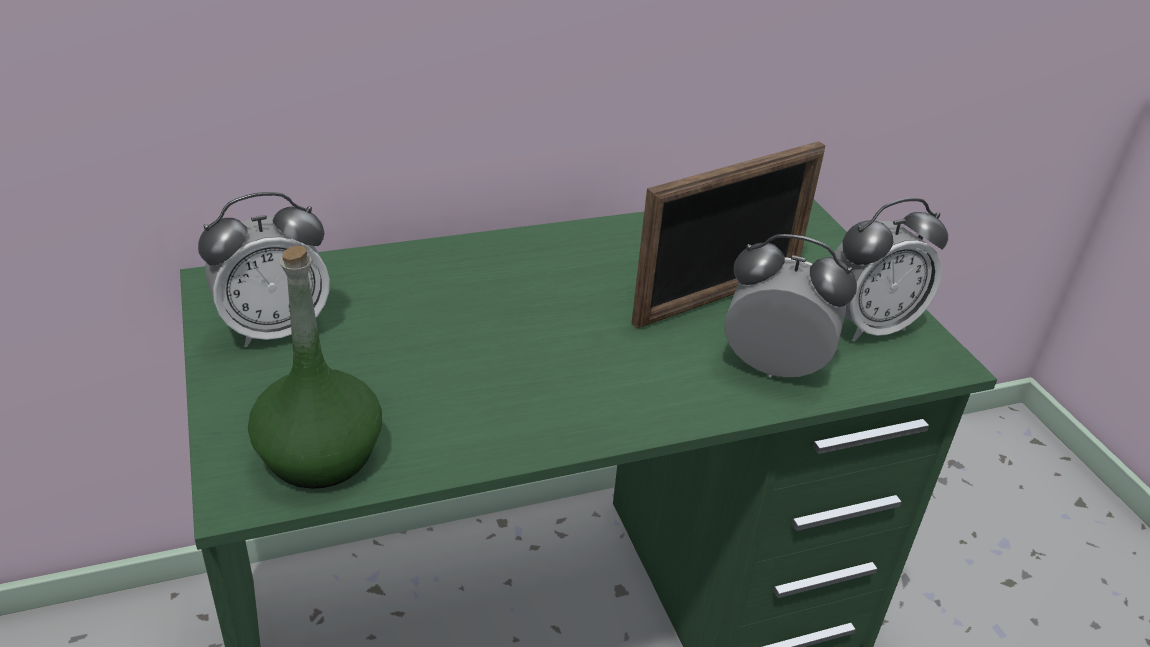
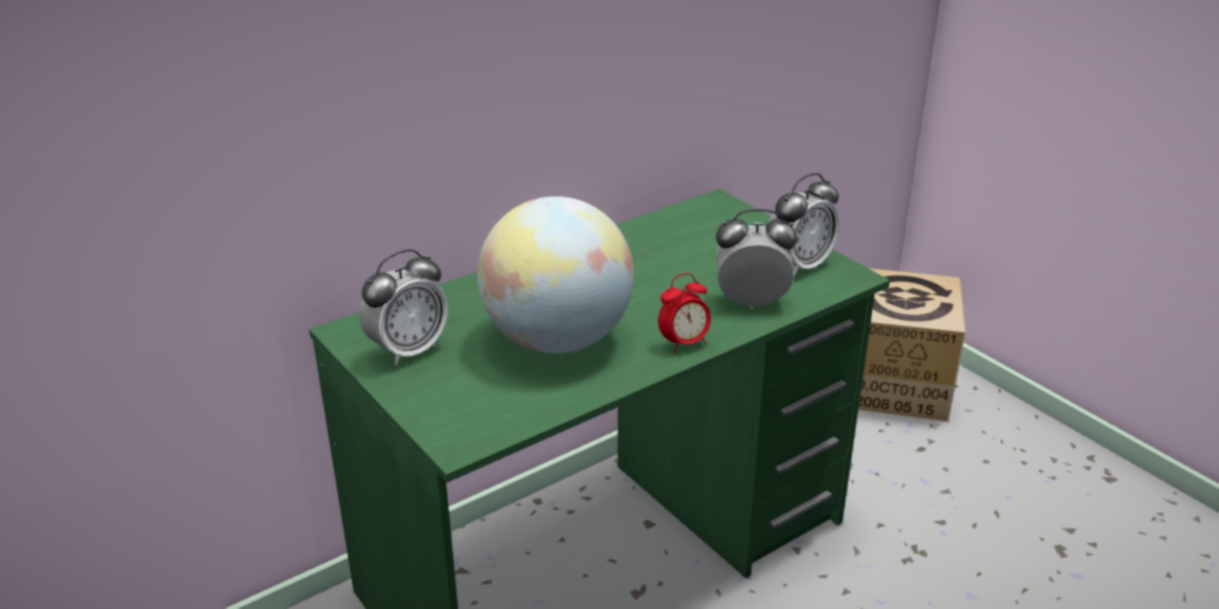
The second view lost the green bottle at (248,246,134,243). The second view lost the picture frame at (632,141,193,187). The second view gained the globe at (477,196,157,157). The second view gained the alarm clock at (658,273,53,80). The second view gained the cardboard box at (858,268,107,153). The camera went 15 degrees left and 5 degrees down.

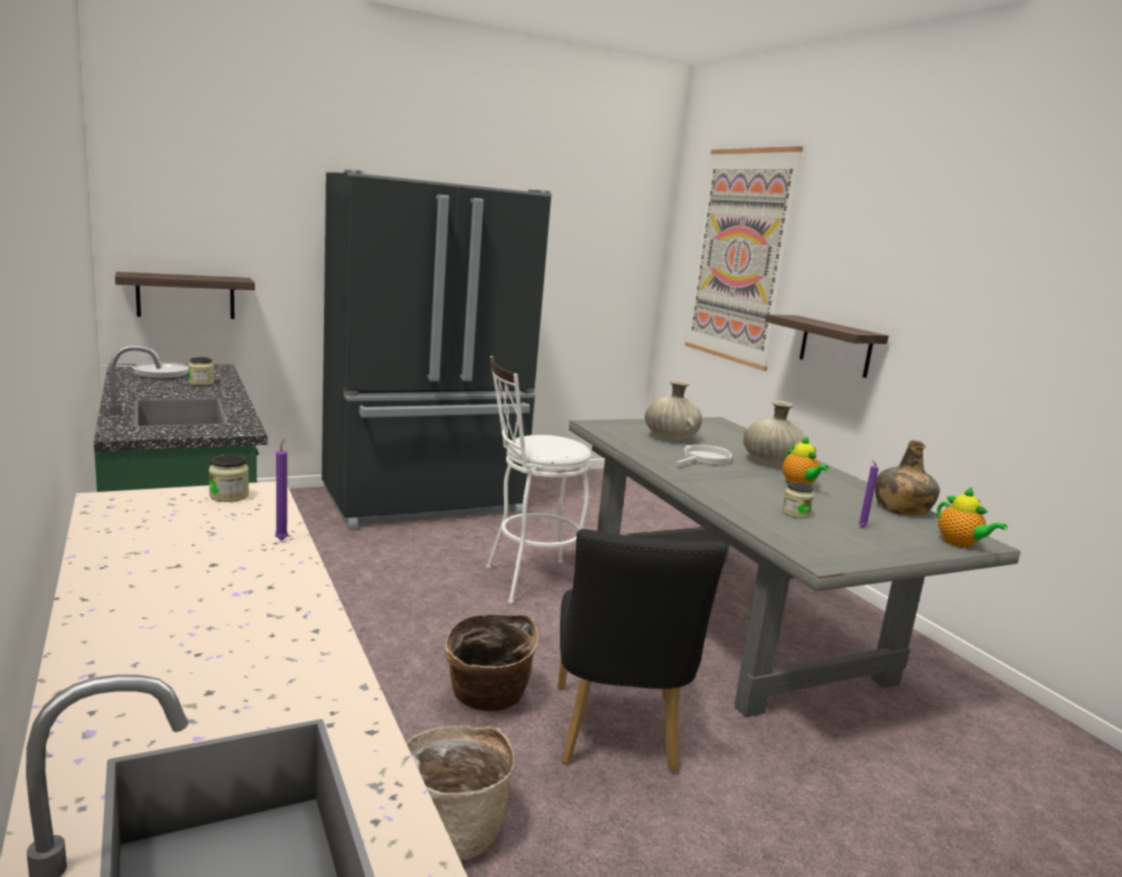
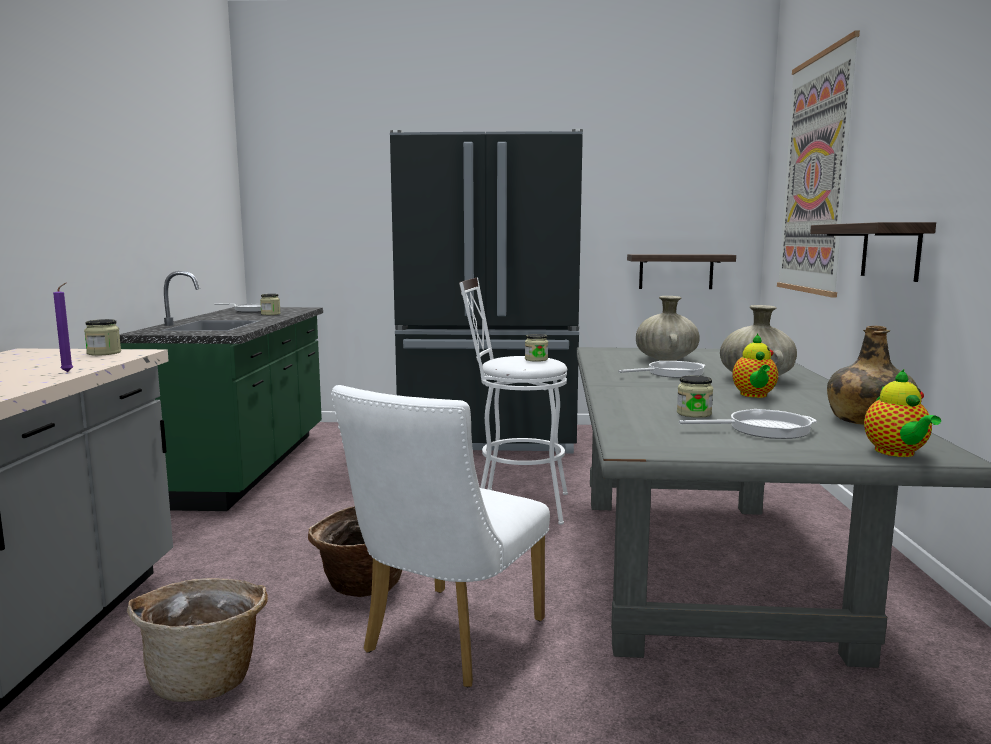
The second view gained the jar at (525,334,23,28). The shelf ended up elsewhere, having gone from (115,272,140,47) to (627,254,109,35). Where the purple candle stood at (859,461,20,67), the frying pan came to stand at (679,409,138,30). What was the black chair at (558,529,169,244) turned into the white chair at (331,385,219,302). The camera went 30 degrees right and 5 degrees down.

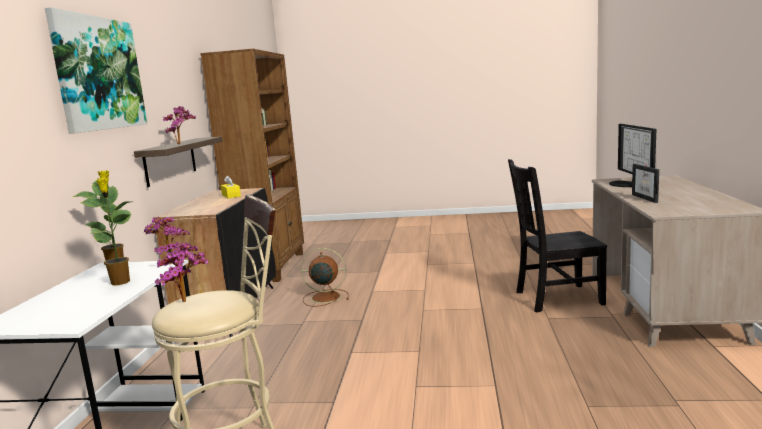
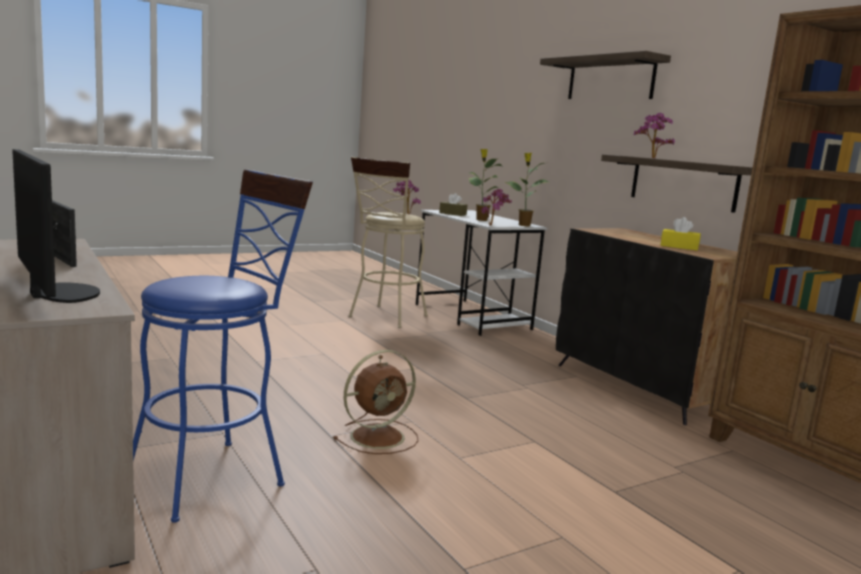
The second view gained the brown tissue box at (439,193,28,23). The brown fan ended up elsewhere, having gone from (301,248,48,59) to (333,350,86,104). Where the picture hung at (45,7,102,127), the shelf came to hang at (540,51,131,48). Where the black chair stood at (508,159,99,153), the blue stool came to stand at (133,169,180,354). The camera went 140 degrees right and 0 degrees up.

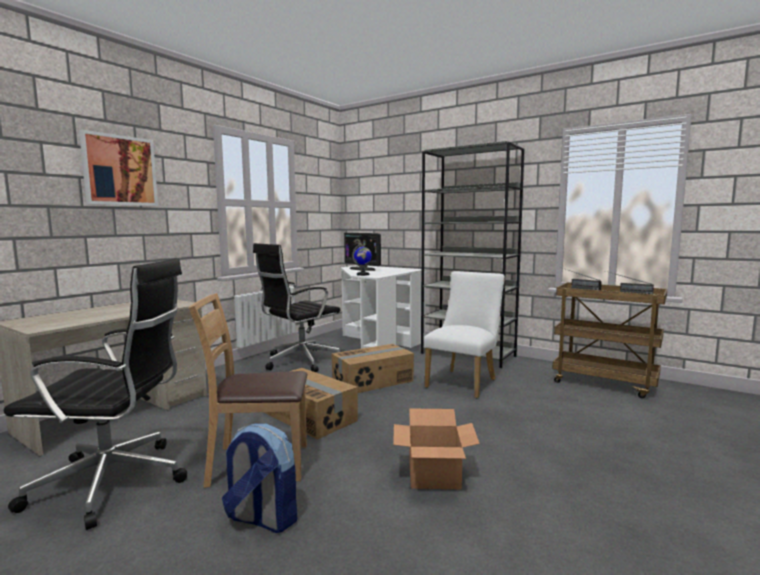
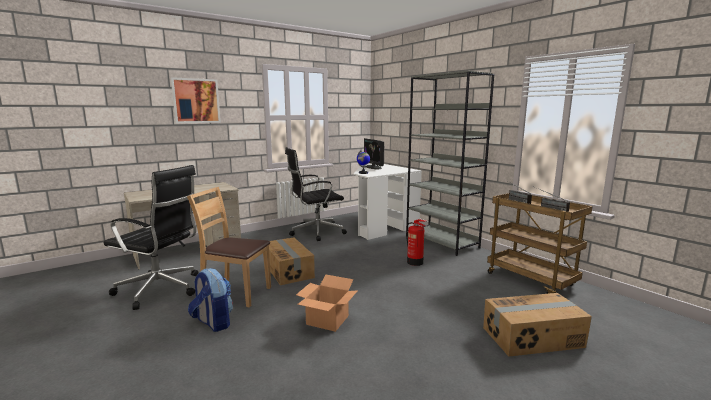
The cardboard box ended up elsewhere, having gone from (331,344,83,49) to (483,293,109,64). Where the white chair stood at (424,271,81,127), the fire extinguisher came to stand at (406,219,19,47). The camera went 20 degrees right and 5 degrees up.

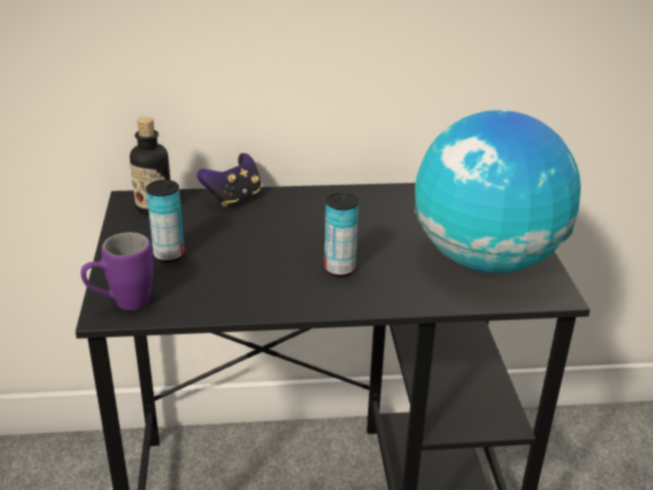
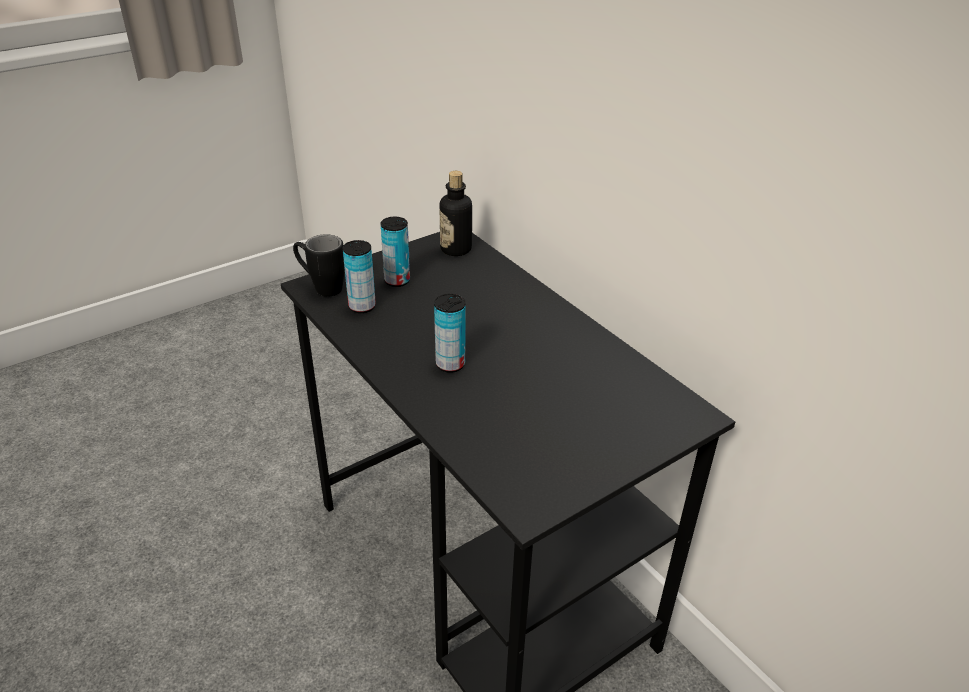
The second view lost the game controller at (197,153,64,54). The second view lost the globe at (415,110,166,163). The second view gained the can at (343,240,33,73). What was the purple mug at (81,232,72,78) turned into the black mug at (293,234,52,63). The camera went 60 degrees right and 5 degrees up.

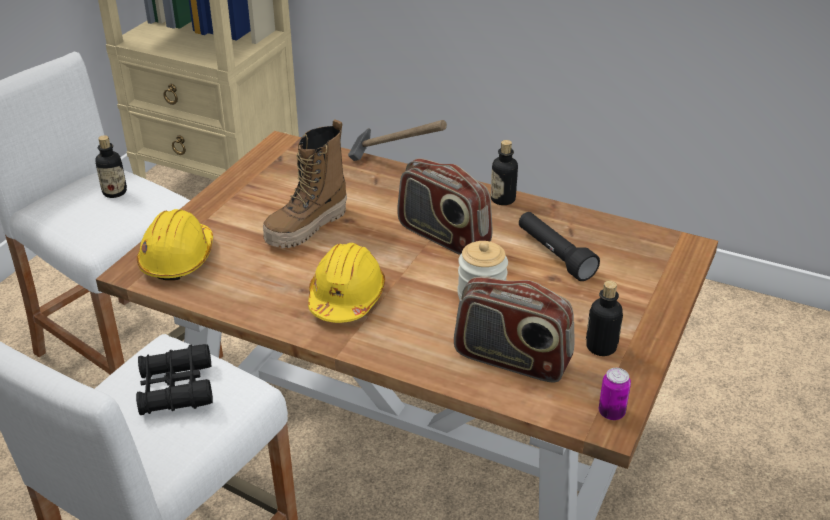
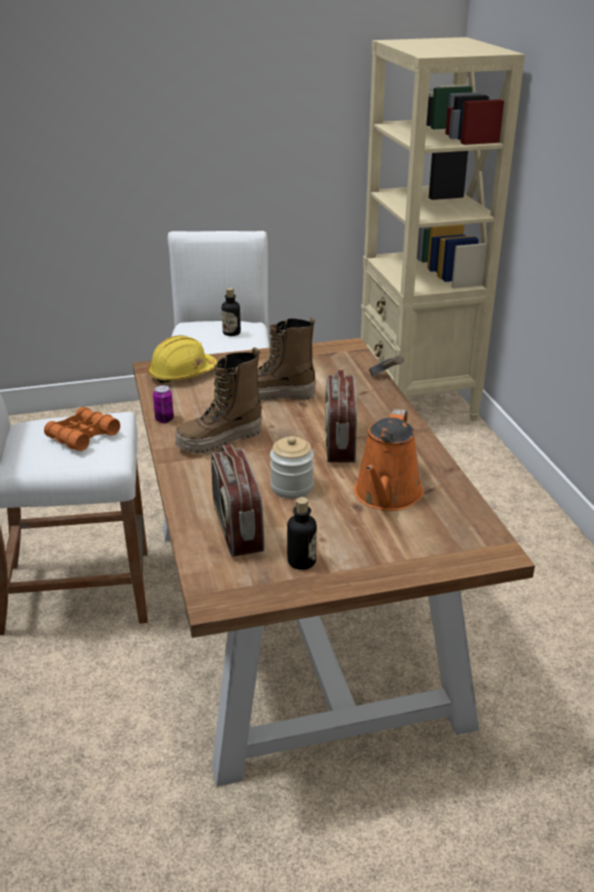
The second view lost the bottle at (491,140,27,65). The can ended up elsewhere, having gone from (599,368,32,52) to (153,385,21,38). Where the yellow hard hat stood at (308,243,77,80), the boot came to stand at (175,347,87,106). Where the black flashlight stood at (519,212,81,69), the orange watering can came to stand at (354,409,69,102). What was the black binoculars at (136,344,77,71) turned into the orange binoculars at (44,407,76,44). The camera went 50 degrees right and 5 degrees down.

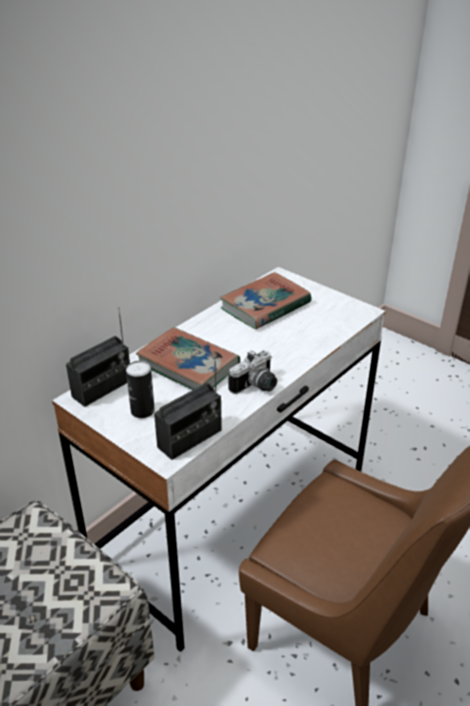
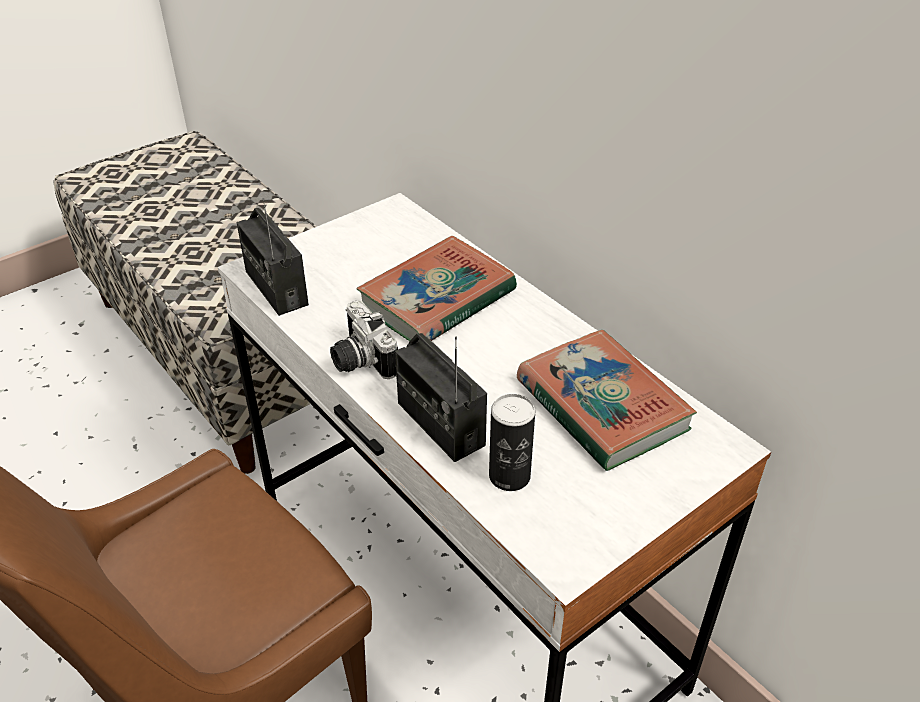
The radio ended up elsewhere, having gone from (66,307,64,100) to (395,333,92,129). The can ended up elsewhere, having gone from (126,361,29,57) to (489,394,46,97). The camera went 100 degrees right and 5 degrees up.

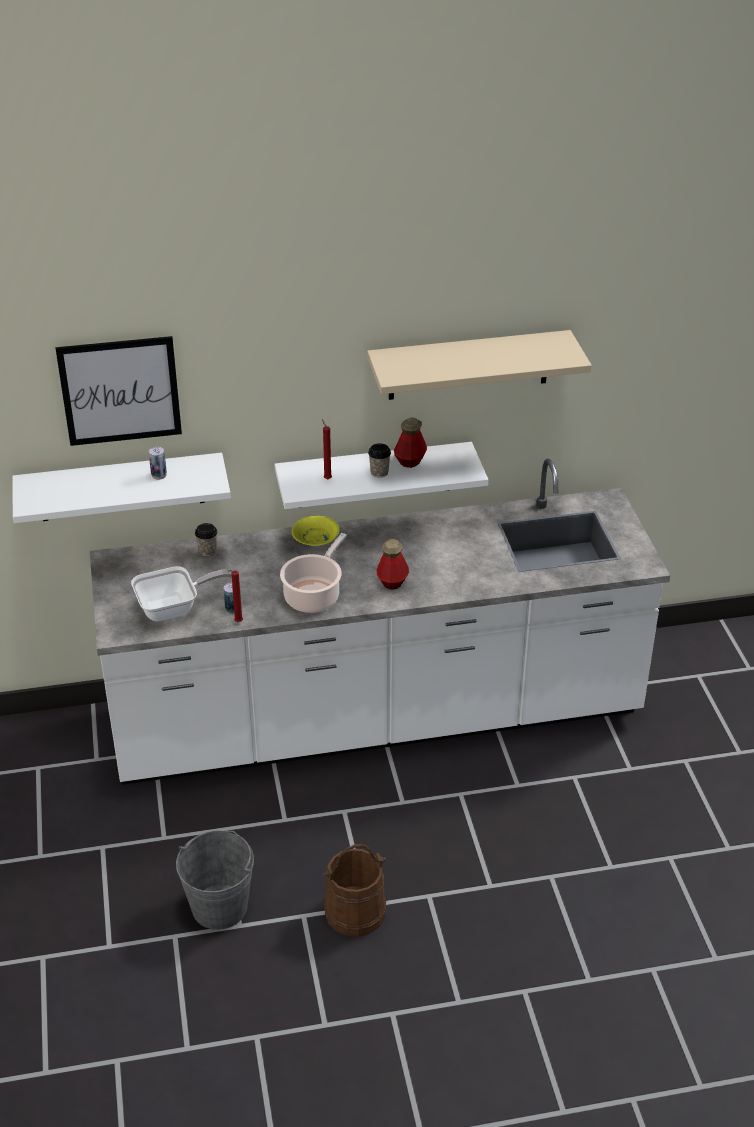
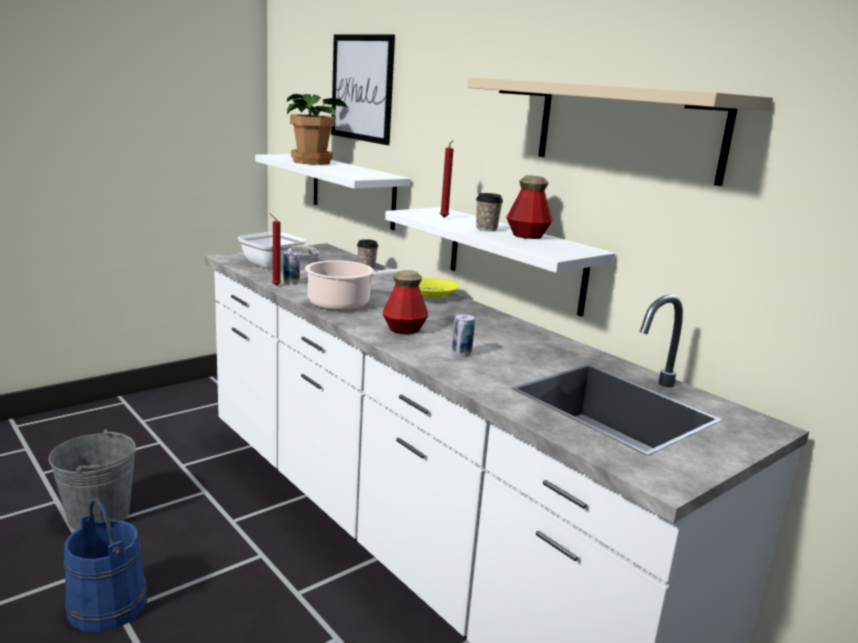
The second view gained the potted plant at (287,94,62,71). The can ended up elsewhere, having gone from (149,447,18,33) to (452,314,23,43). What was the brown bucket at (323,844,63,93) turned into the blue bucket at (64,498,83,134). The camera went 60 degrees right and 20 degrees down.

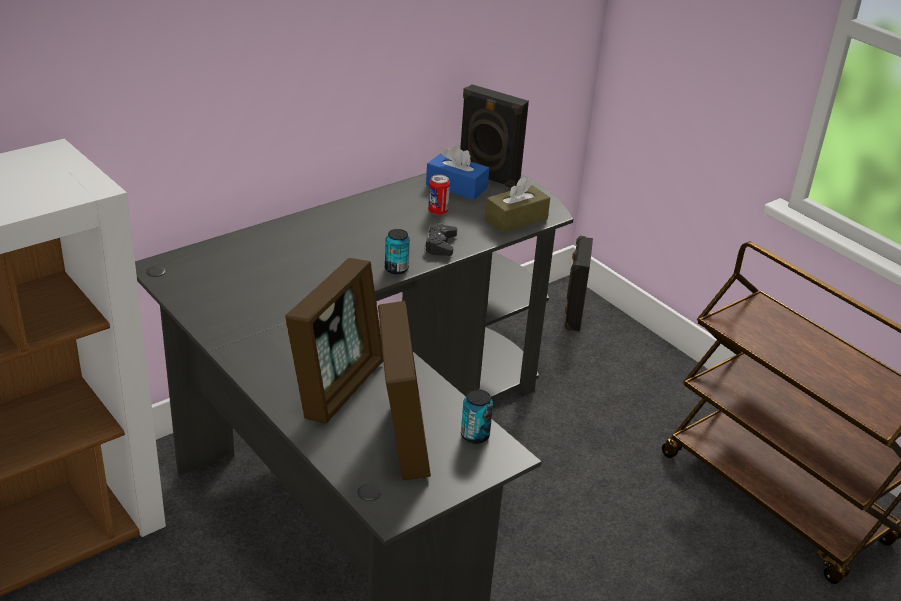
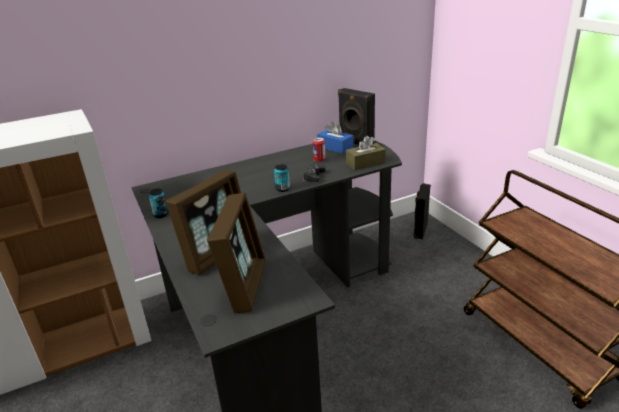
The can ended up elsewhere, having gone from (461,389,32,55) to (148,189,21,29). The camera went 15 degrees right and 5 degrees down.

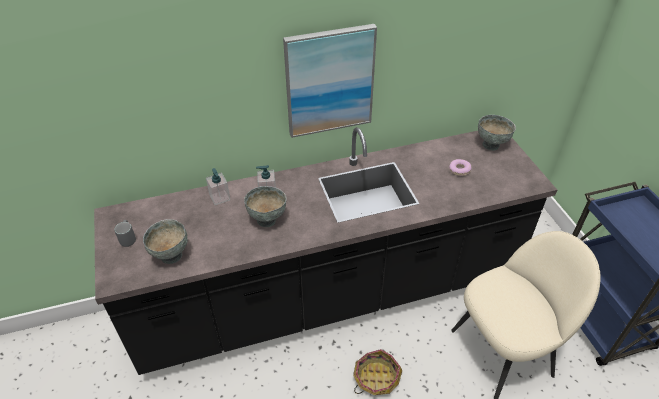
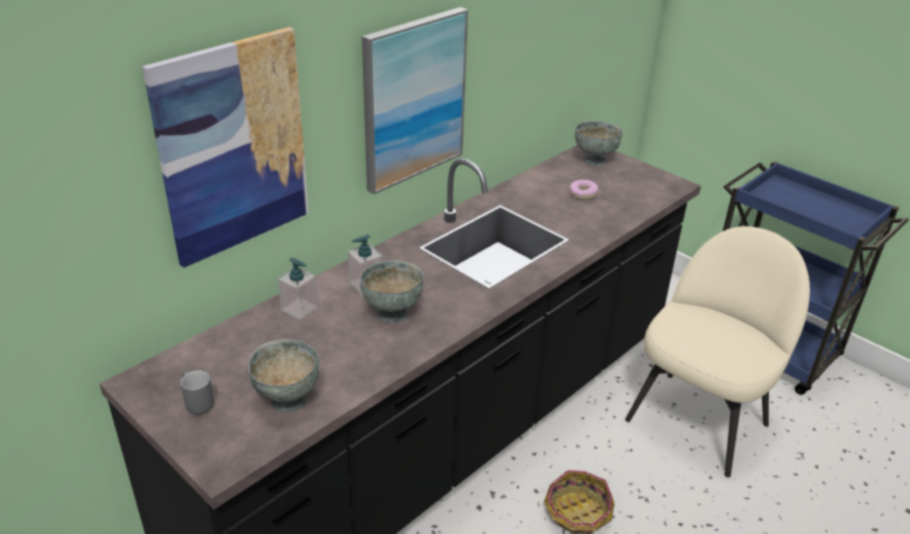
The second view gained the picture at (142,27,167,241). The camera went 30 degrees left and 10 degrees down.

